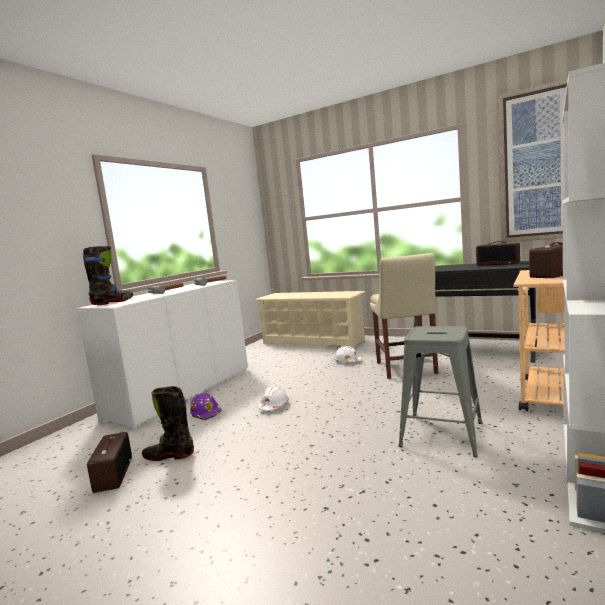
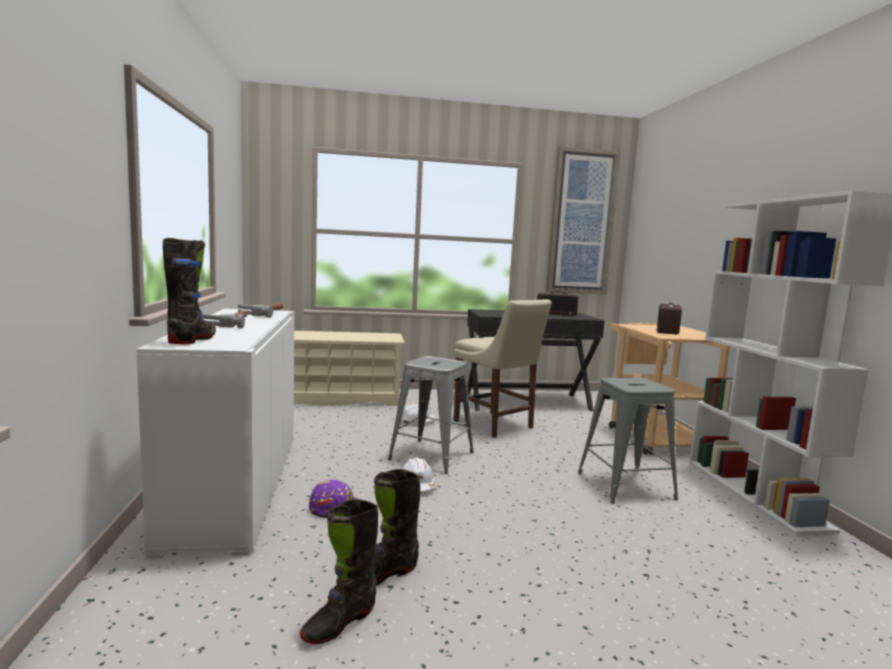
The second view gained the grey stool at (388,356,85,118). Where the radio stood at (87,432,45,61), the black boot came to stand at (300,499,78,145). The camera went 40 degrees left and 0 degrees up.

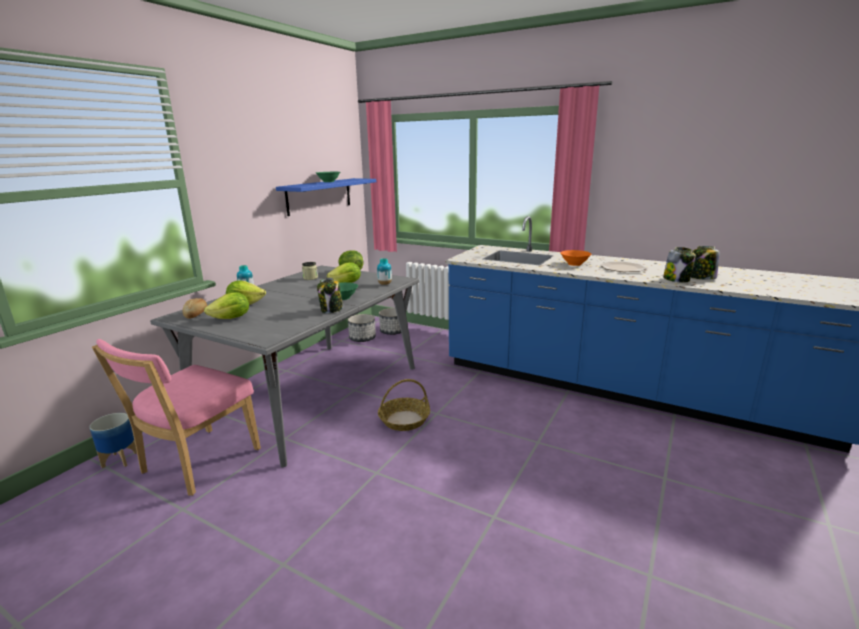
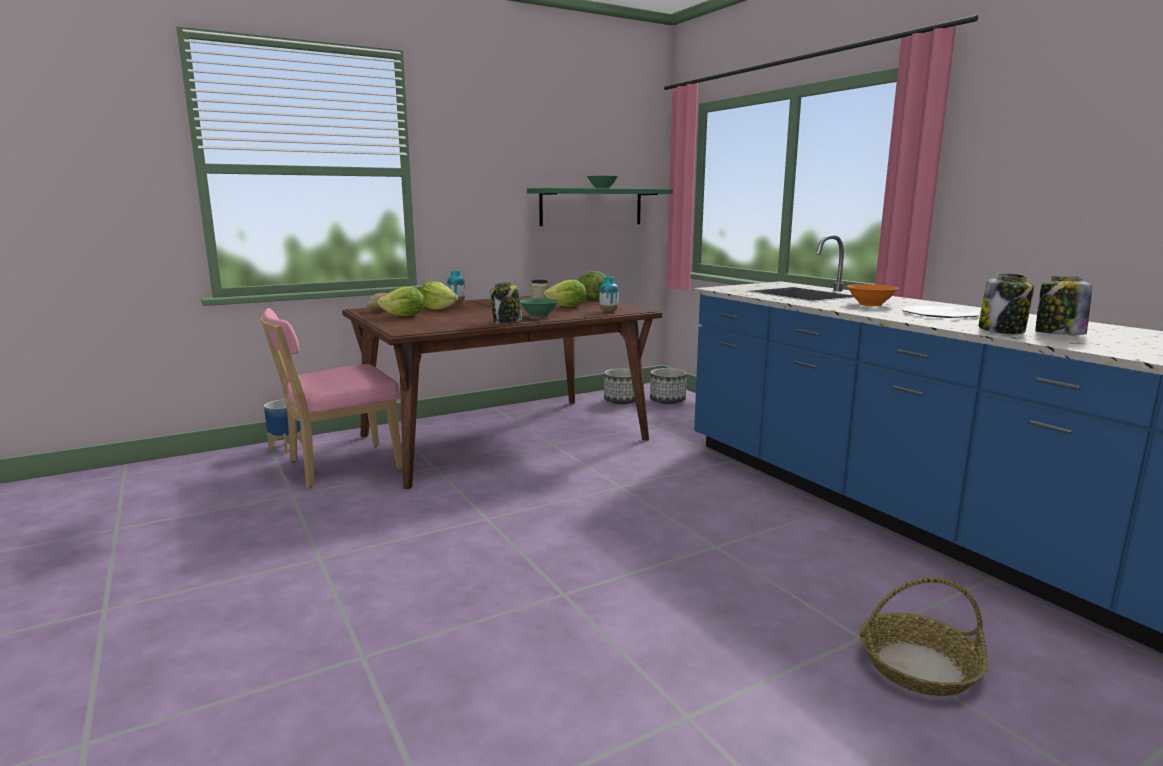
The basket ended up elsewhere, having gone from (378,379,52,52) to (859,577,130,119). What was the grey dining table at (150,265,269,202) turned into the brown dining table at (342,296,320,193). What was the blue shelf at (276,178,100,38) turned into the green shelf at (527,188,146,38). The camera went 30 degrees right and 5 degrees down.

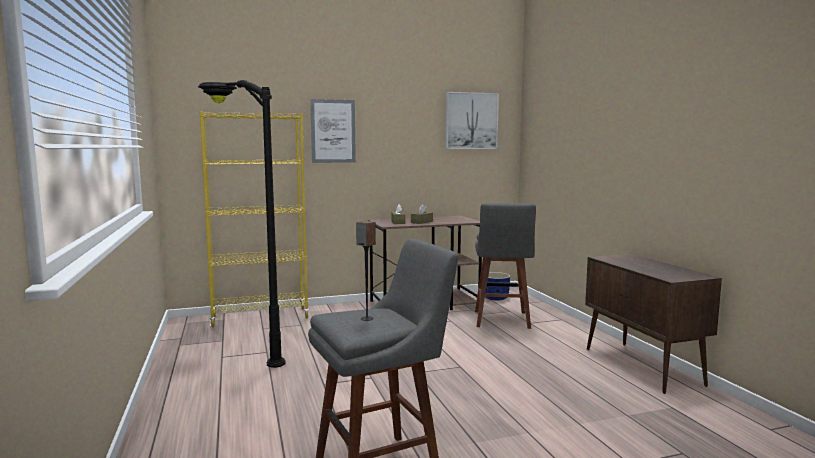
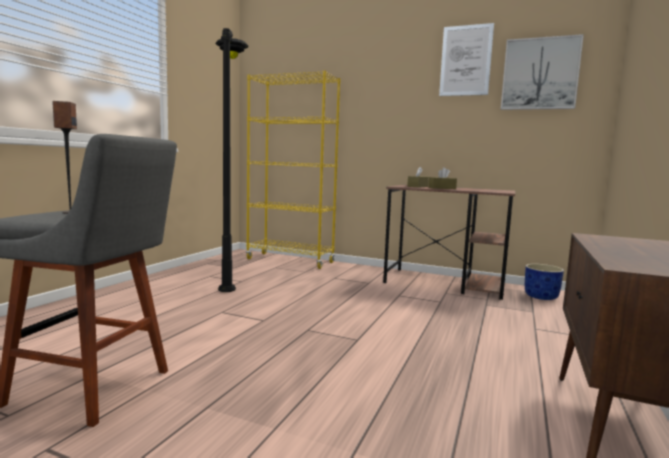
The second view lost the grey stool at (475,203,61,126). The picture ended up elsewhere, having gone from (310,99,46,64) to (439,23,55,73). The camera went 40 degrees right and 0 degrees up.

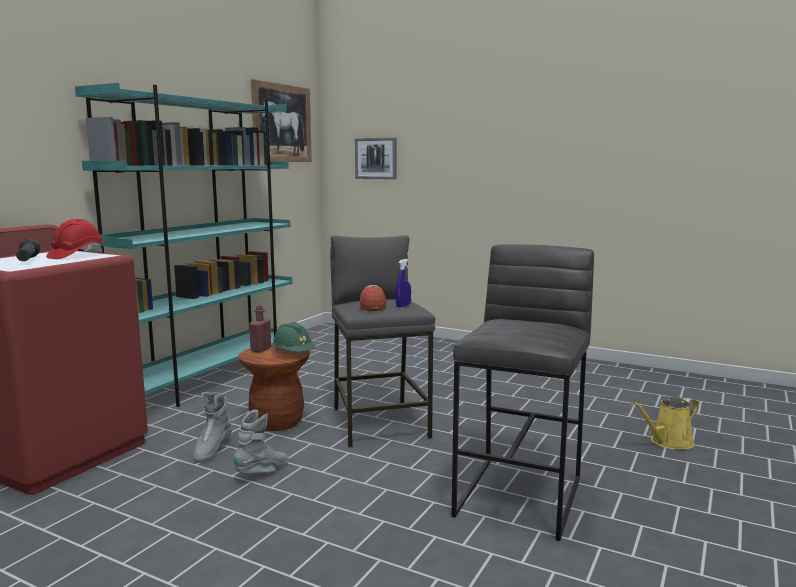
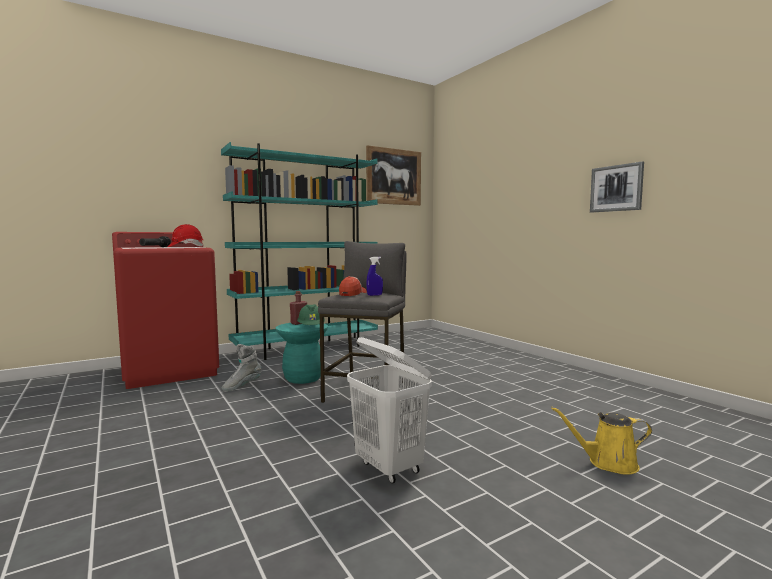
The second view lost the grey boot at (233,410,56,64). The picture ended up elsewhere, having gone from (355,137,42,42) to (590,161,54,52). Where the grey stool stood at (451,244,143,297), the white laundry basket came to stand at (347,337,85,147). What was the brown stool at (238,344,72,87) turned into the turquoise stool at (275,323,53,61). The camera went 30 degrees right and 5 degrees down.

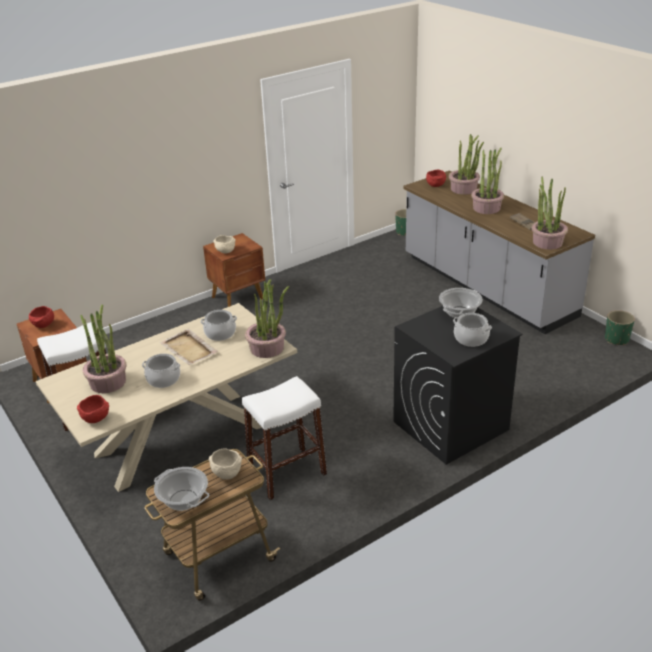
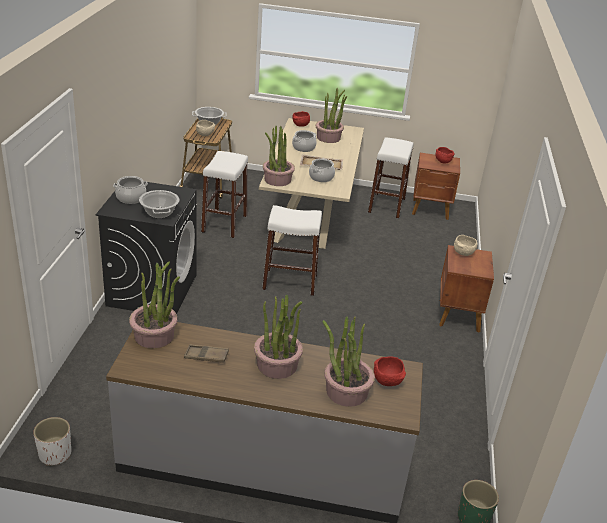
The second view gained the white stool at (262,205,60,91). What was the green planter at (605,310,30,35) turned into the white planter at (33,417,38,49). The camera went 130 degrees right and 0 degrees up.

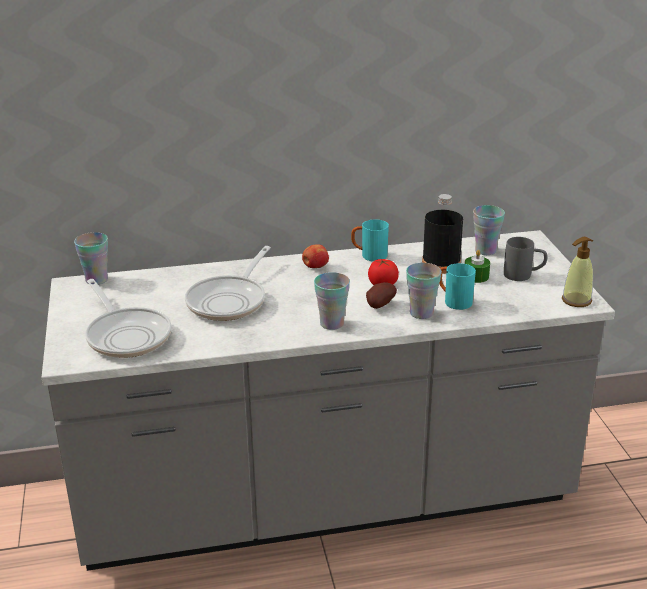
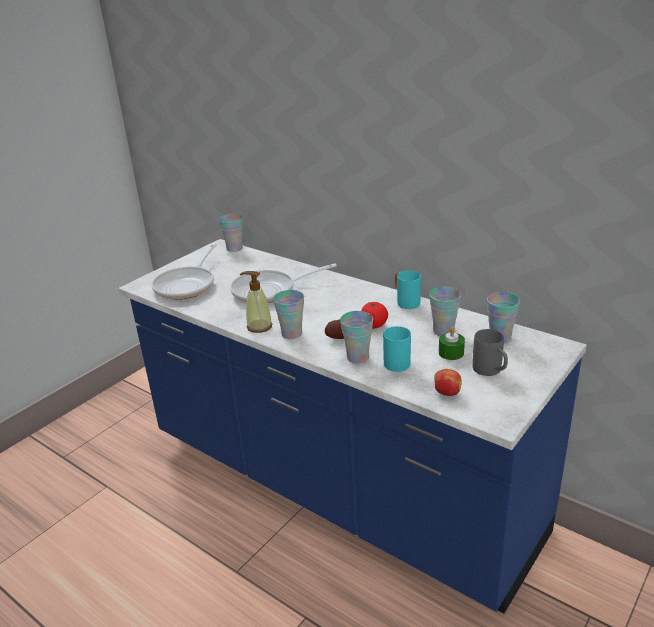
The apple ended up elsewhere, having gone from (302,244,27,24) to (434,369,28,27). The soap dispenser ended up elsewhere, having gone from (562,237,31,70) to (240,271,32,62). Where the black bottle stood at (422,194,41,80), the cup came to stand at (429,287,32,49). What was the grey counter at (41,230,574,341) turned into the blue counter at (118,239,469,375). The camera went 50 degrees right and 0 degrees up.

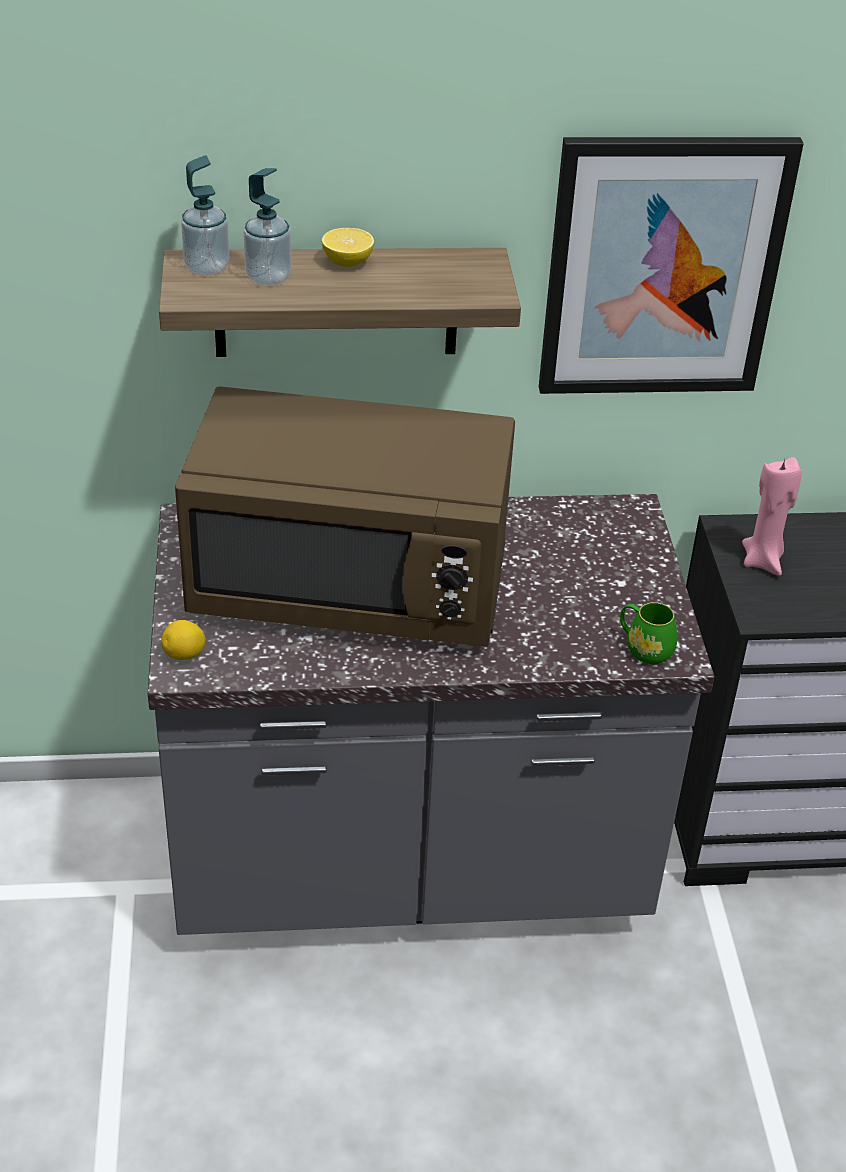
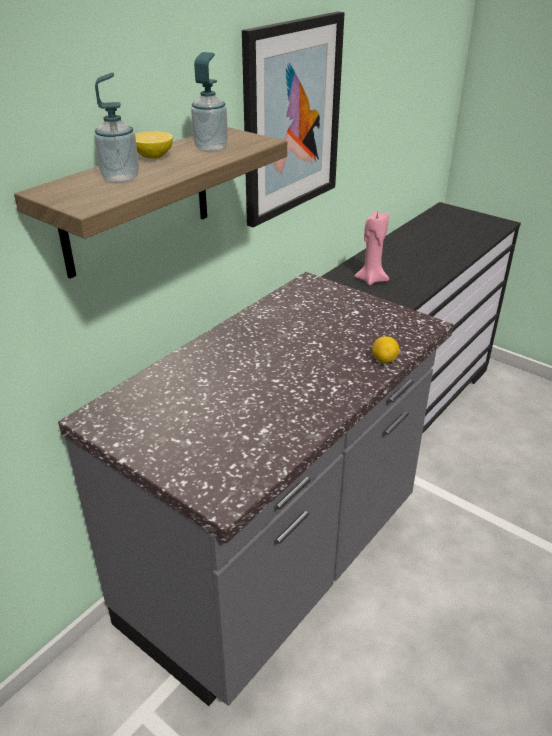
The second view lost the brown microwave at (175,386,340,261). The second view lost the green mug at (620,602,57,62). The lemon ended up elsewhere, having gone from (161,620,44,40) to (372,336,27,27). The soap dispenser ended up elsewhere, having gone from (181,155,48,121) to (191,52,37,100). The camera went 45 degrees left and 5 degrees down.

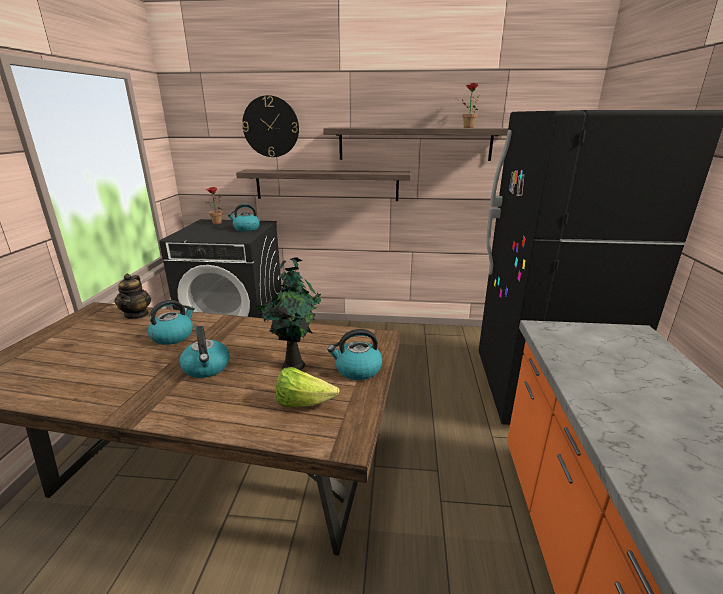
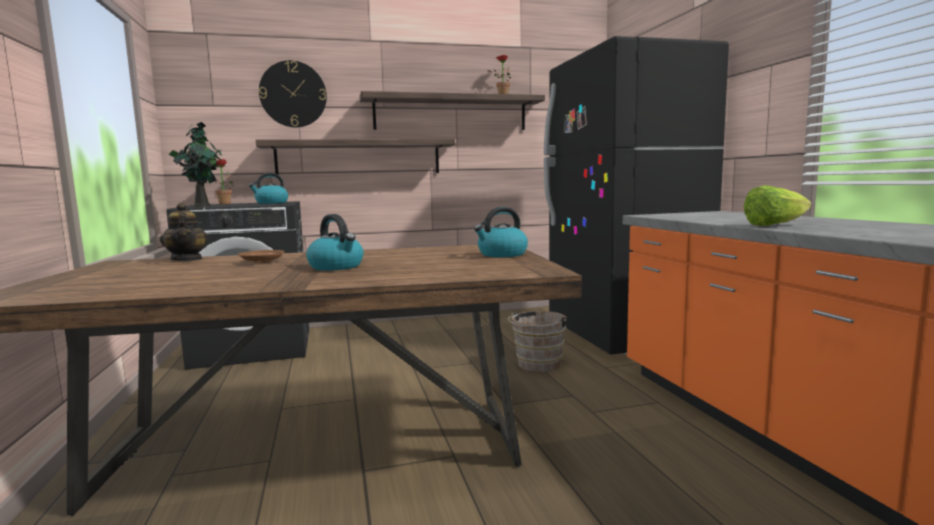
The second view gained the brown bucket at (508,311,58,61). The potted plant ended up elsewhere, having gone from (254,257,67,113) to (169,122,53,85). The lettuce ended up elsewhere, having gone from (276,367,64,40) to (744,185,67,41). Where the kettle stood at (148,300,47,45), the brown plate came to stand at (238,250,46,13). The camera went 20 degrees left and 15 degrees down.

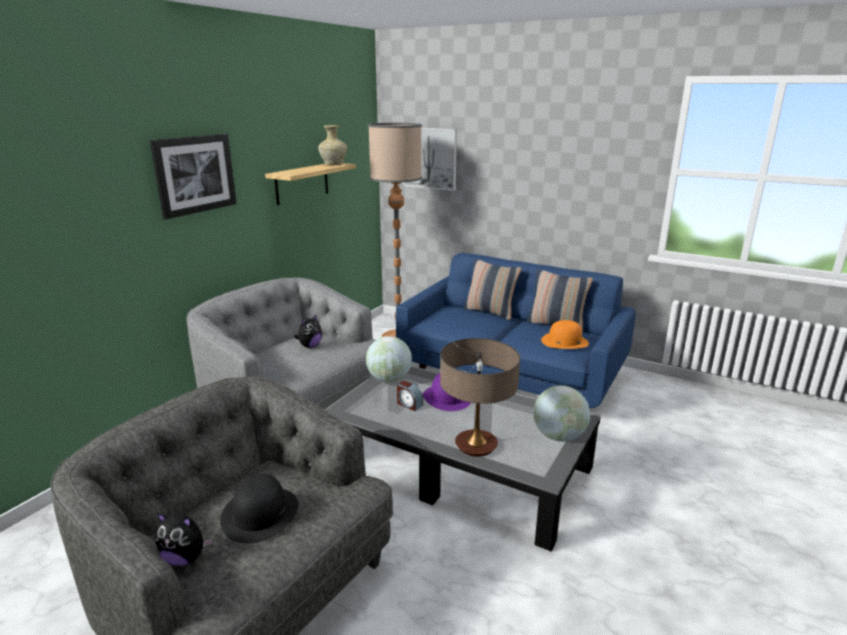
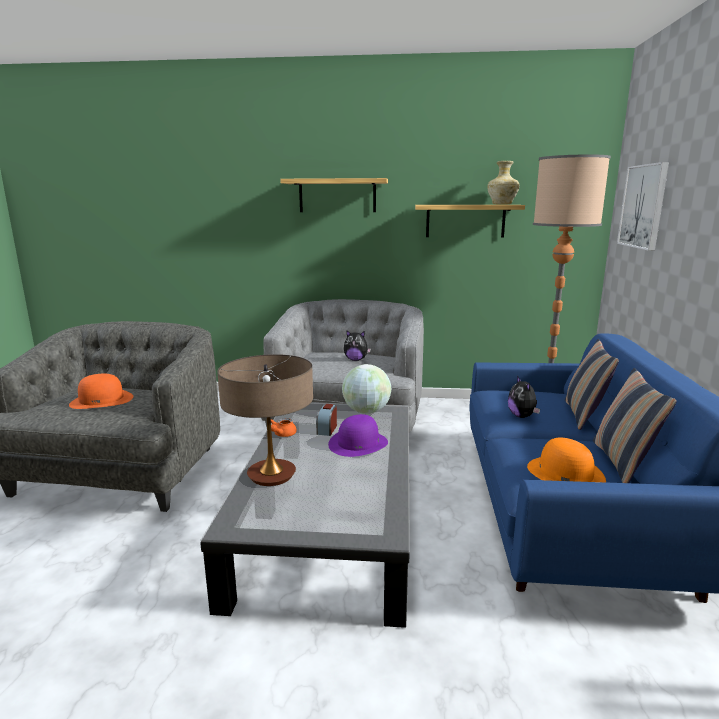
The second view lost the globe at (534,385,56,57). The second view gained the orange teapot at (271,418,26,19). The plush toy ended up elsewhere, having gone from (156,513,56,53) to (508,376,32,42). Where the picture hung at (150,134,87,85), the shelf came to hang at (280,178,108,34). What was the black hat at (220,474,79,70) turned into the orange hat at (69,374,64,35). The camera went 65 degrees right and 5 degrees down.

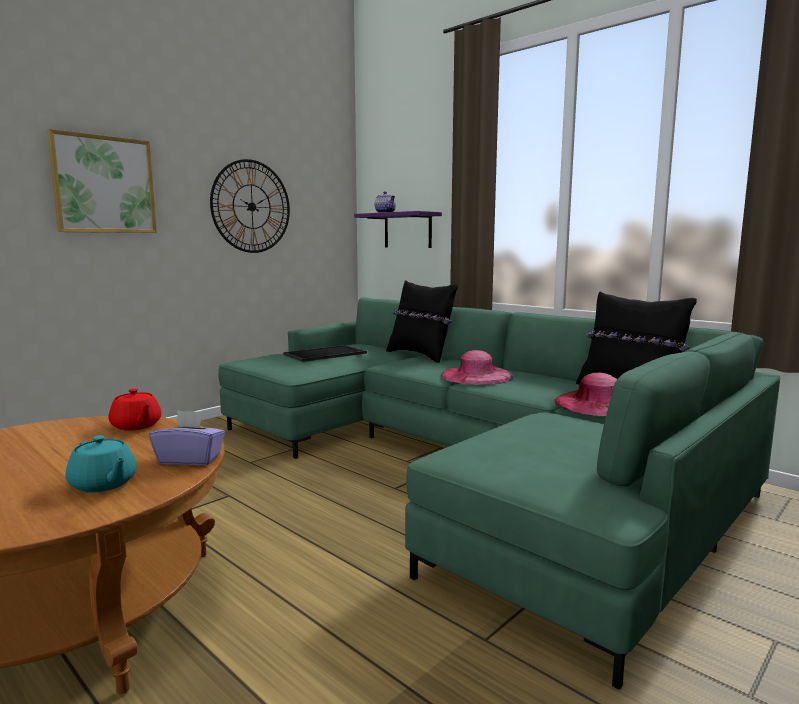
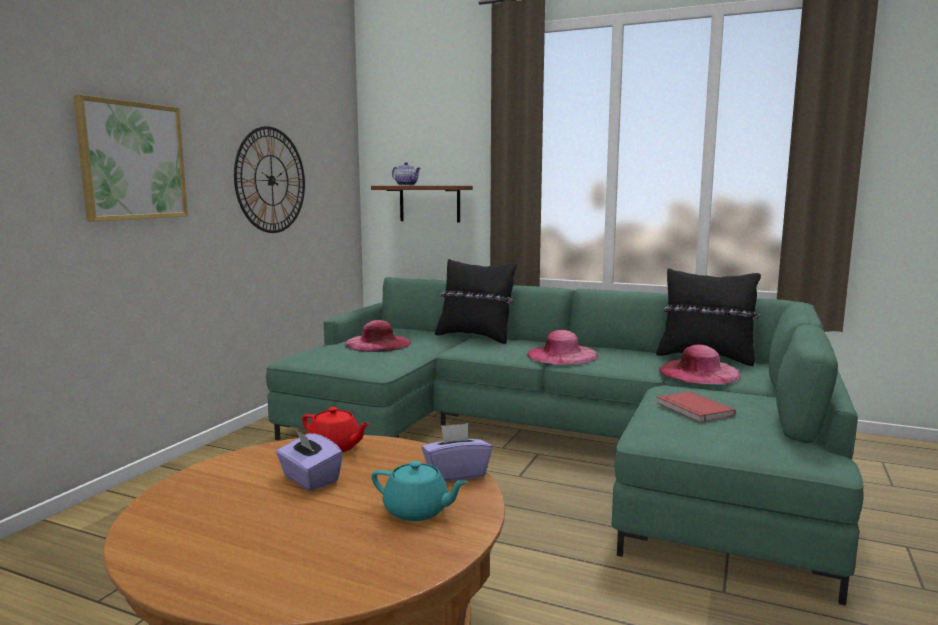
The second view gained the purple tissue box at (276,430,67,61). The second view gained the red book at (656,392,80,30). Where the tray stood at (283,345,84,17), the pink hat came to stand at (344,320,67,32). What was the purple shelf at (354,211,88,37) turned into the brown shelf at (371,186,102,37). The camera went 20 degrees left and 0 degrees up.

